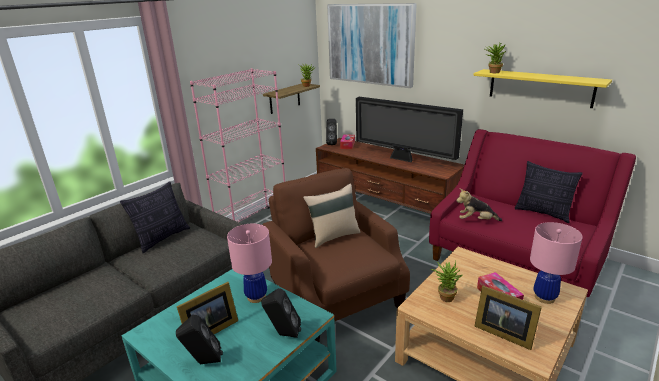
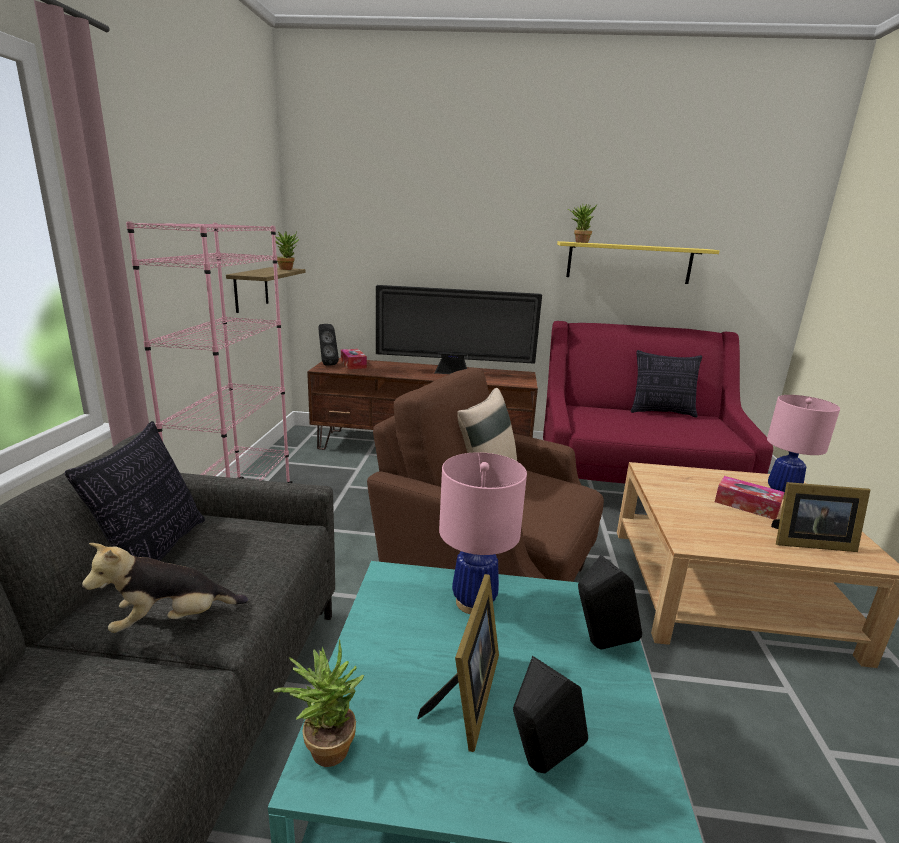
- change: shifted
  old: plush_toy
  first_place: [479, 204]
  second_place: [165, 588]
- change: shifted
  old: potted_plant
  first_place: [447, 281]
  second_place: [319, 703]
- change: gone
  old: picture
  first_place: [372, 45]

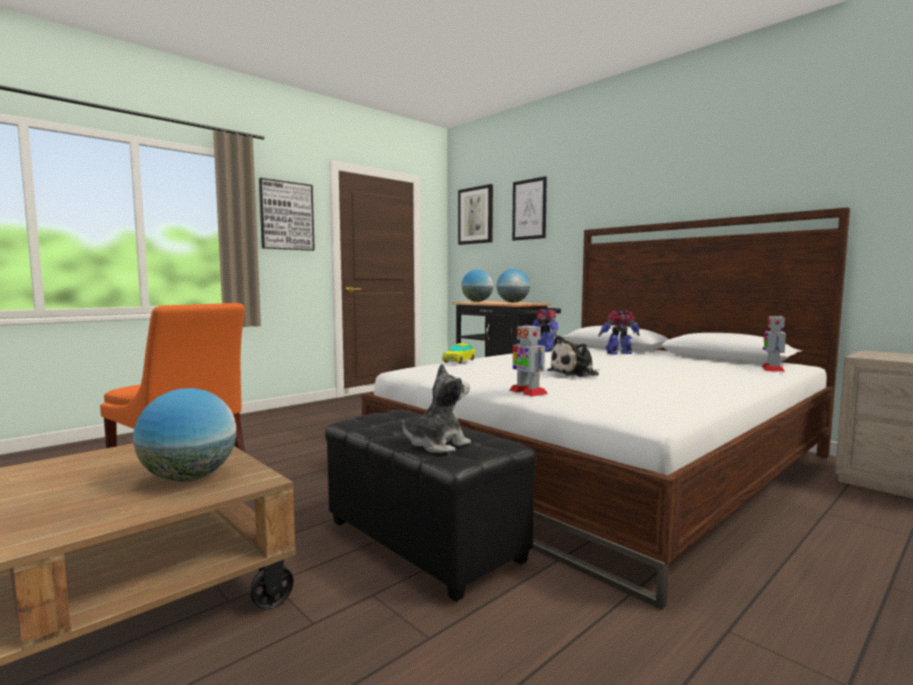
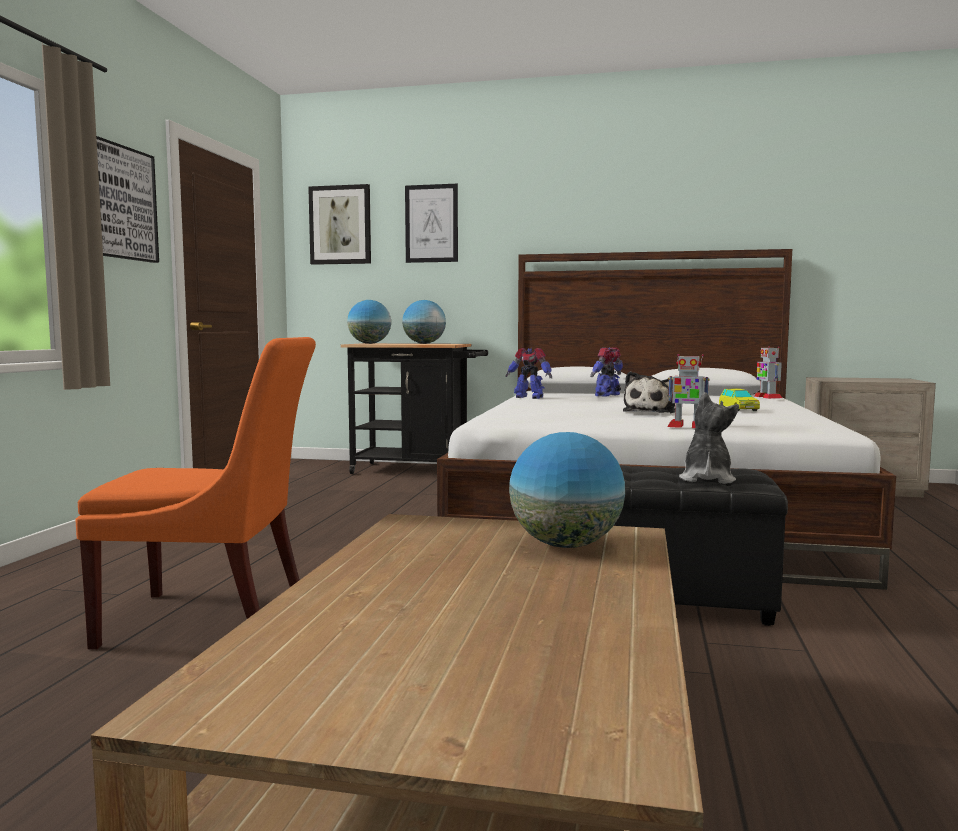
- change: shifted
  old: toy_car
  first_place: [458, 353]
  second_place: [739, 400]

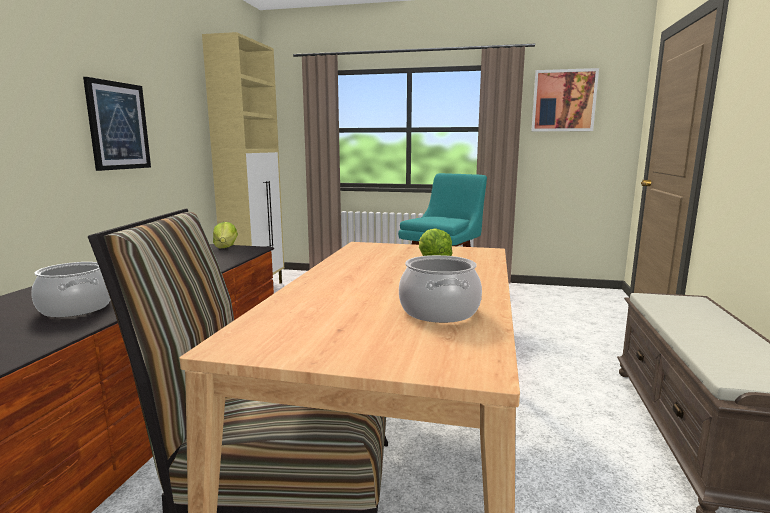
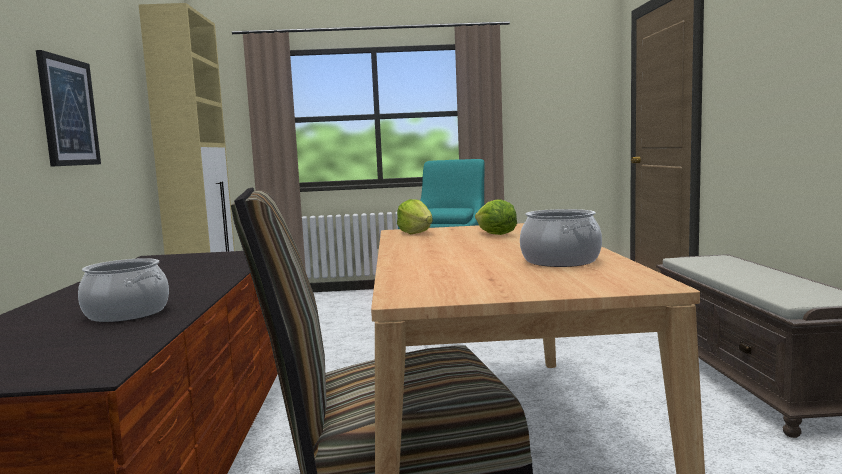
- change: shifted
  old: lettuce
  first_place: [225, 235]
  second_place: [415, 216]
- change: gone
  old: picture
  first_place: [565, 99]

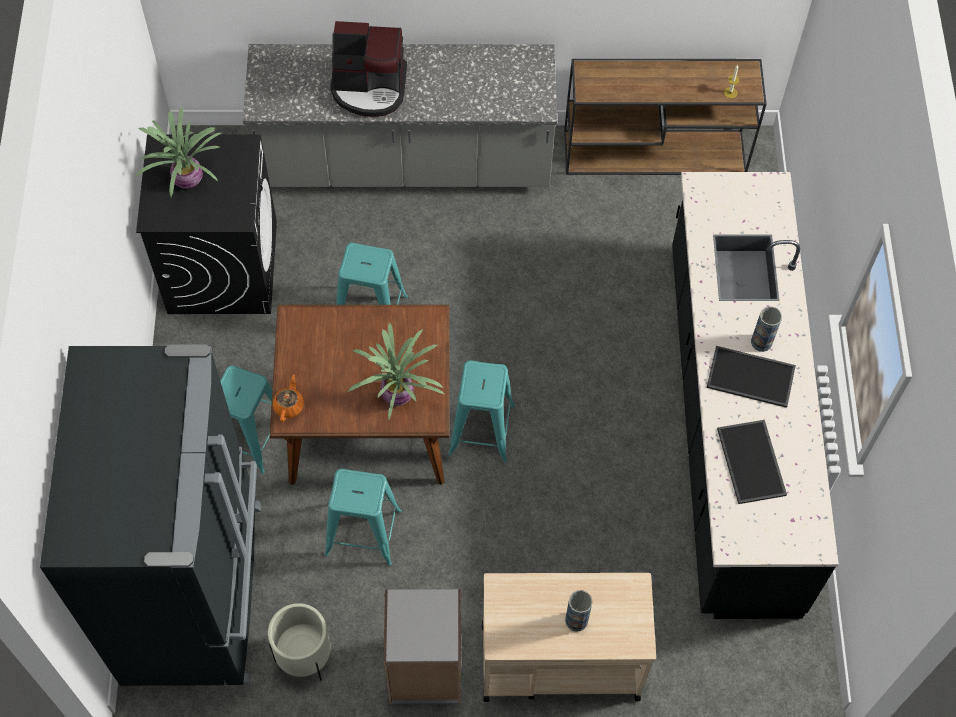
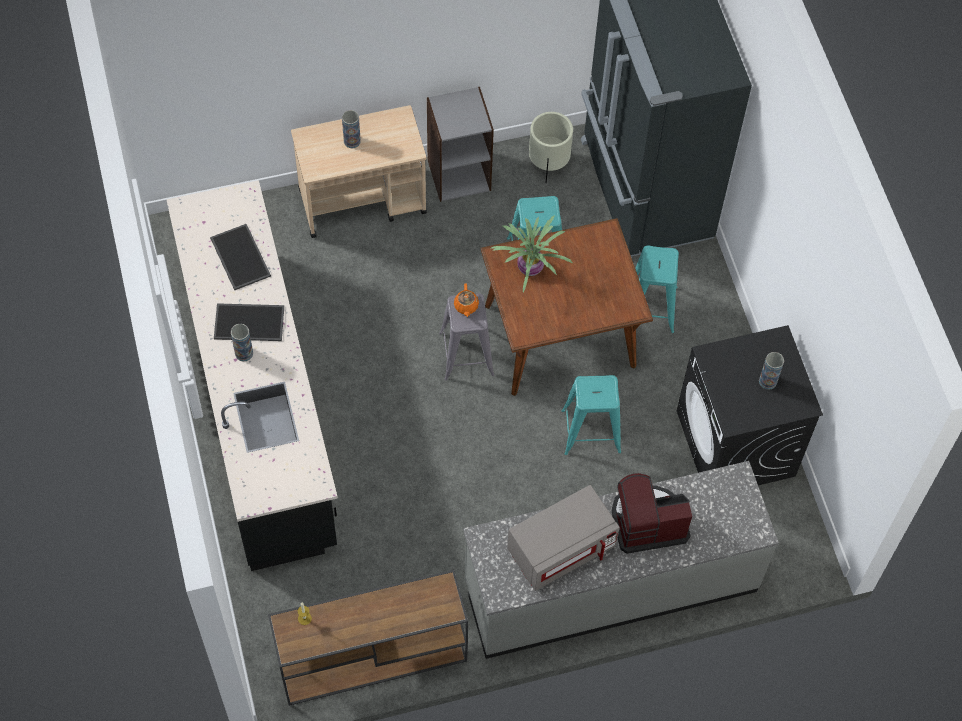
- change: repainted
  old: turquoise_stool
  new: grey_stool
  first_place: [481, 411]
  second_place: [466, 337]
- change: shifted
  old: orange_teapot
  first_place: [288, 398]
  second_place: [466, 300]
- change: new
  new: grey_microwave
  second_place: [563, 538]
- change: swapped
  old: potted_plant
  new: vase
  first_place: [178, 152]
  second_place: [771, 371]

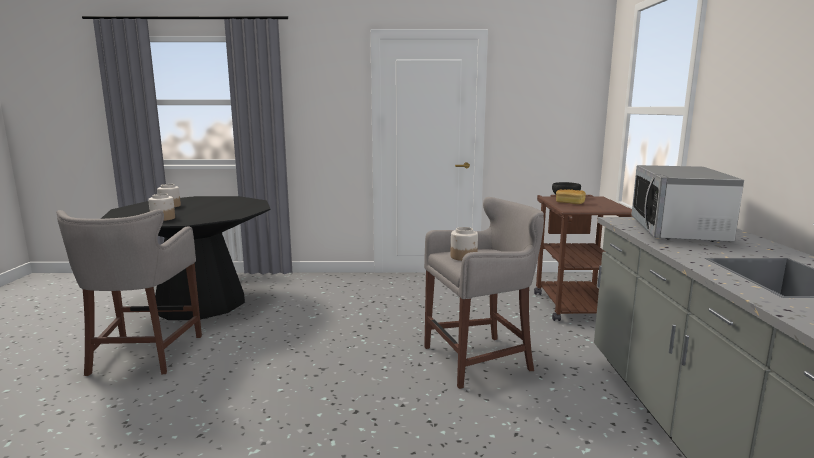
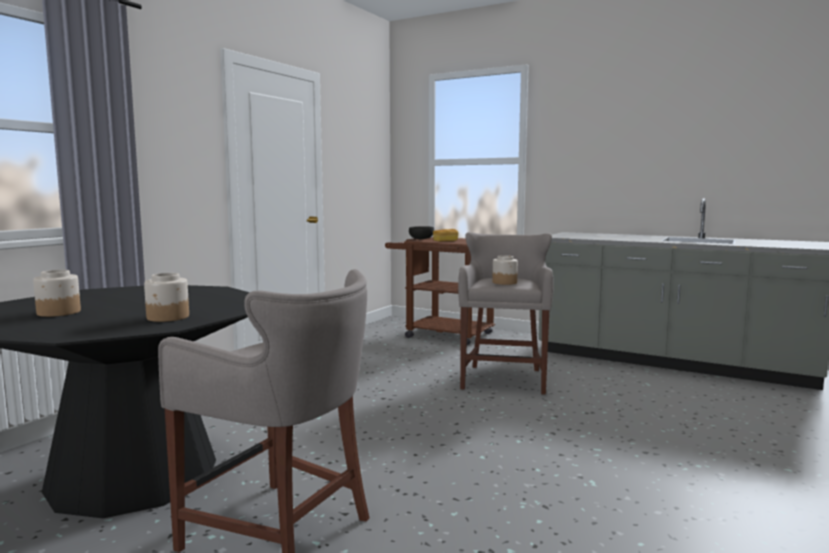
- change: gone
  old: microwave
  first_place: [687, 203]

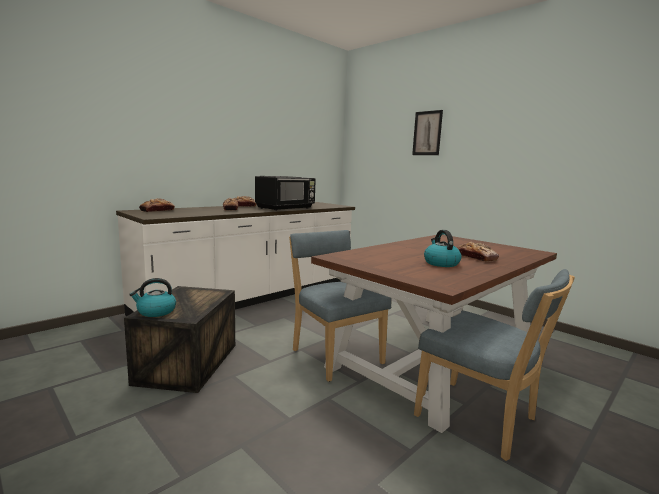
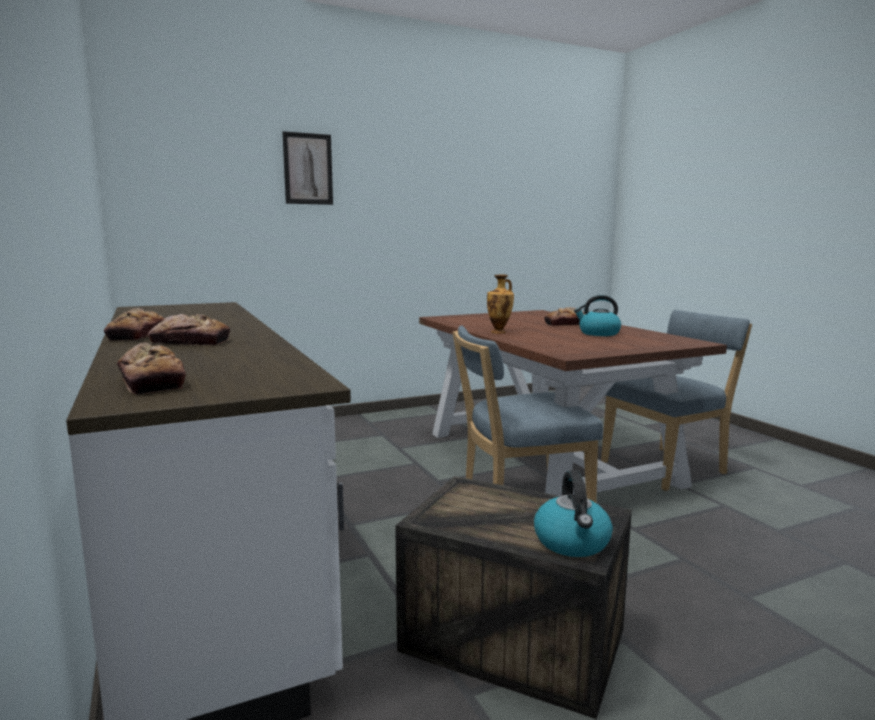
- change: new
  new: vase
  second_place: [500, 304]
- change: gone
  old: black_microwave
  first_place: [285, 193]

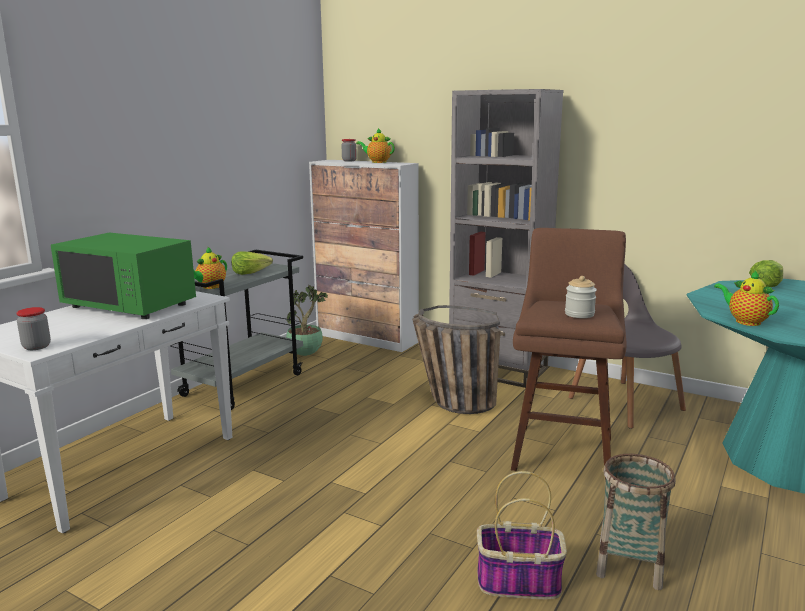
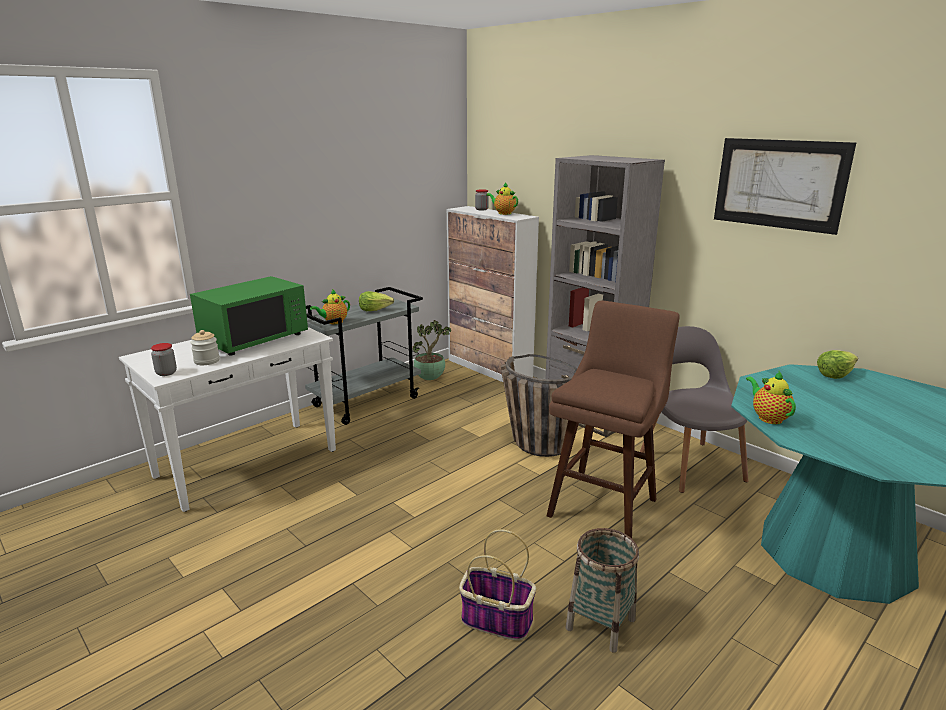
- change: rotated
  old: green_microwave
  first_place: [123, 276]
  second_place: [249, 315]
  degrees: -90
- change: shifted
  old: jar
  first_place: [581, 297]
  second_place: [205, 347]
- change: new
  new: picture
  second_place: [785, 186]

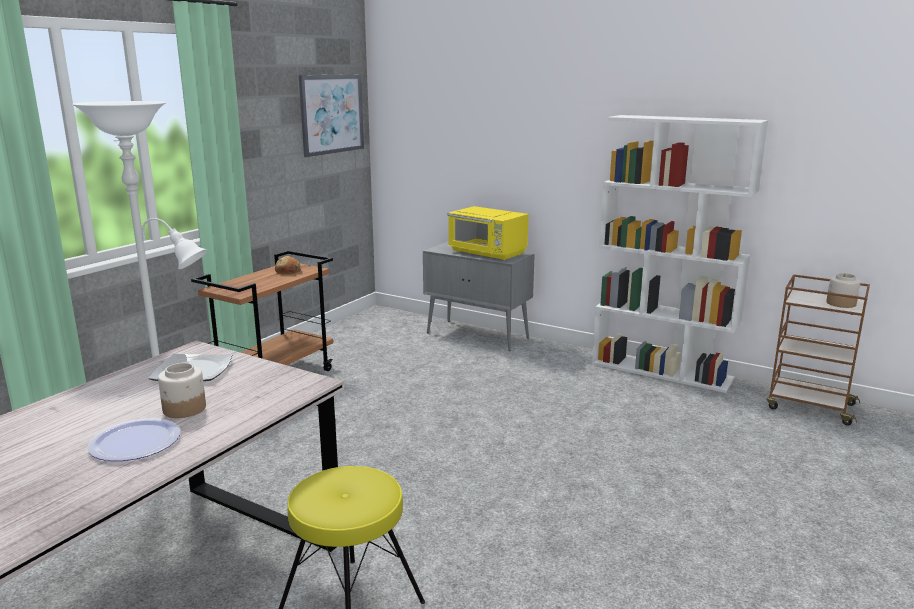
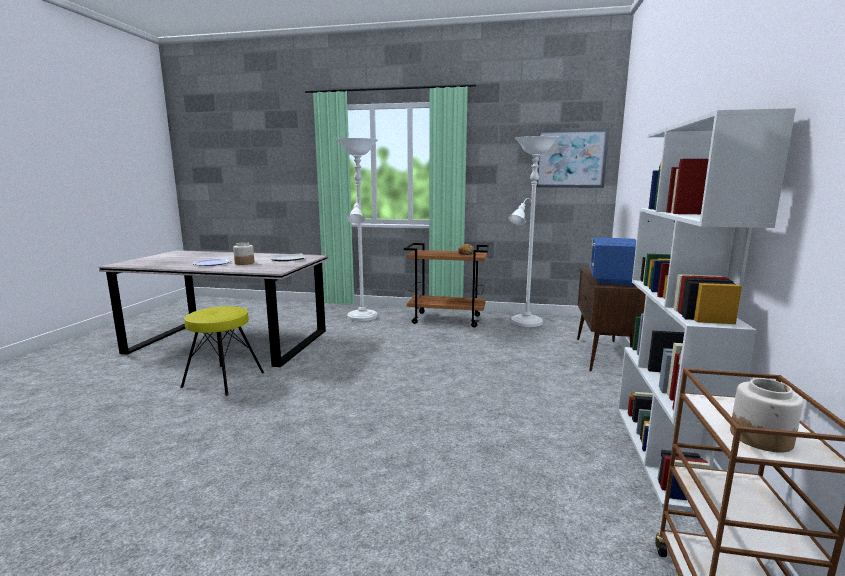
- change: new
  new: white_floor_lamp
  second_place: [534, 231]
- change: repainted
  old: grey_cabinet
  new: brown_cabinet
  first_place: [479, 296]
  second_place: [611, 319]
- change: repainted
  old: yellow_microwave
  new: blue_microwave
  first_place: [488, 233]
  second_place: [613, 262]

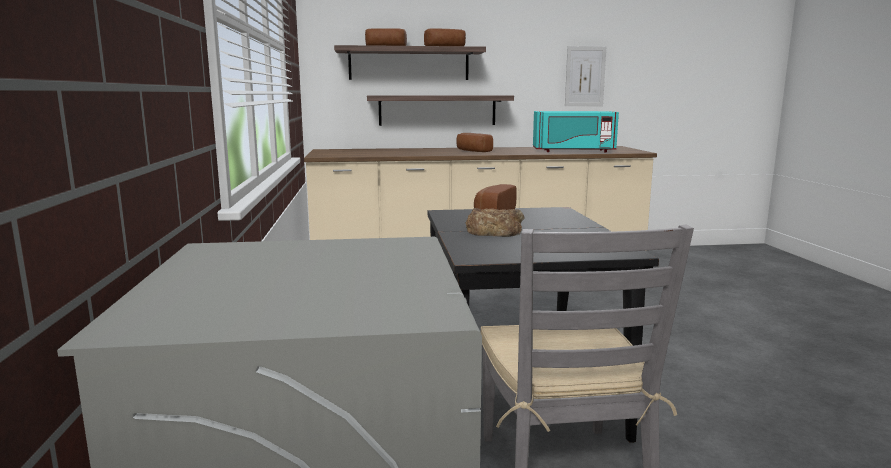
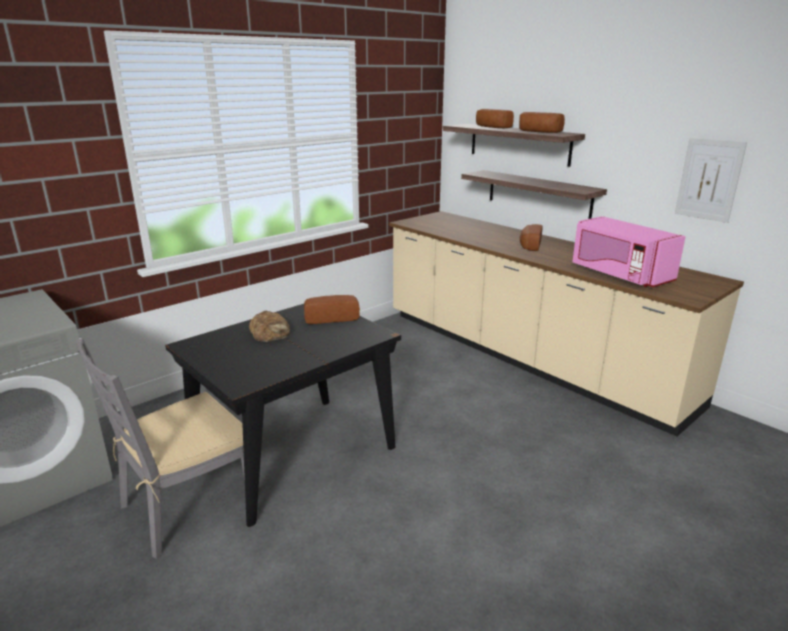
- change: repainted
  old: turquoise_microwave
  new: pink_microwave
  first_place: [576, 131]
  second_place: [629, 251]

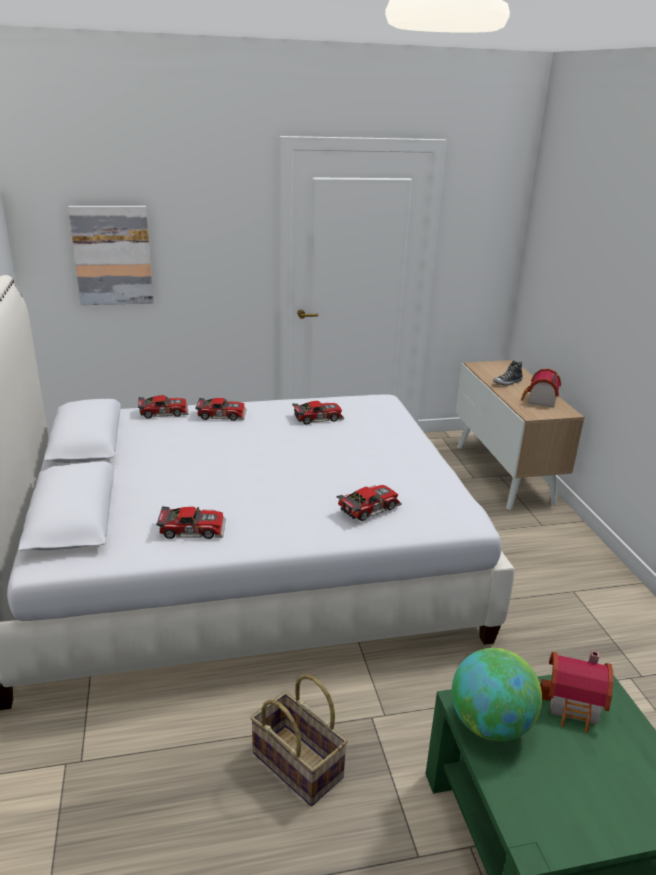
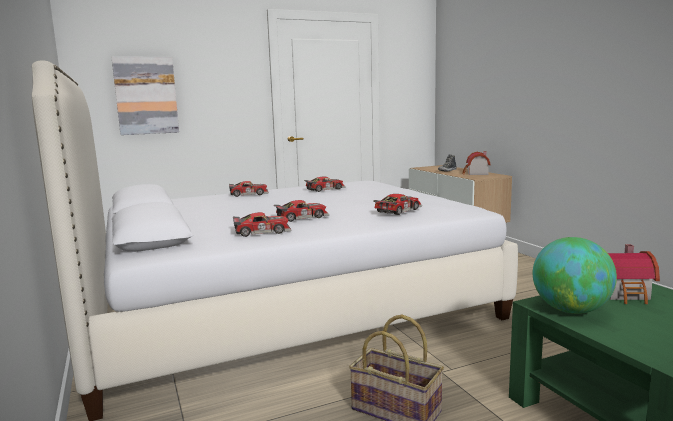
- change: shifted
  old: toy_car
  first_place: [163, 407]
  second_place: [302, 211]

